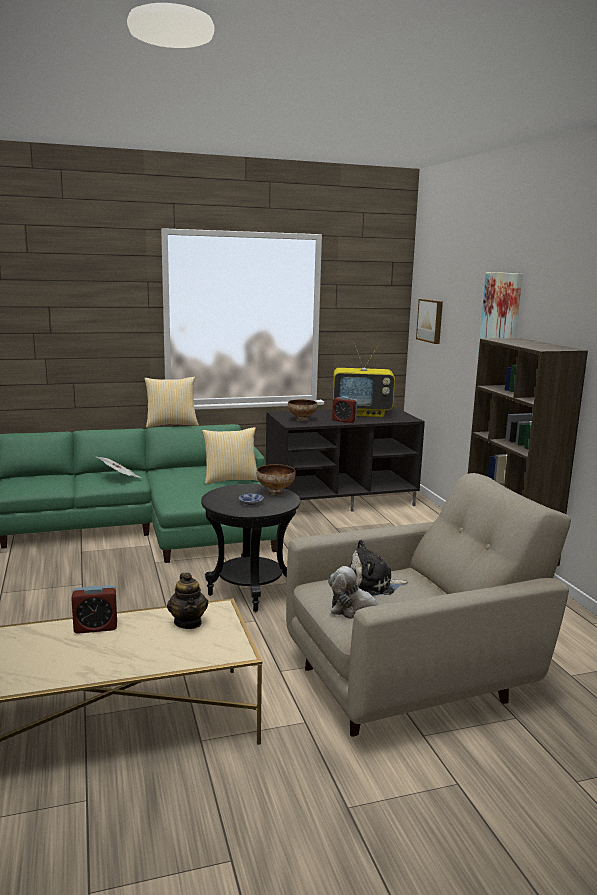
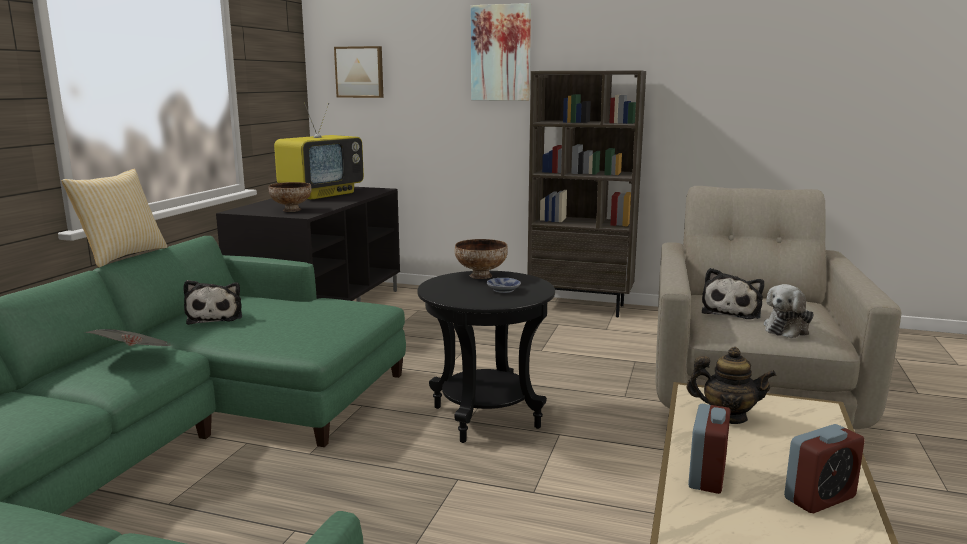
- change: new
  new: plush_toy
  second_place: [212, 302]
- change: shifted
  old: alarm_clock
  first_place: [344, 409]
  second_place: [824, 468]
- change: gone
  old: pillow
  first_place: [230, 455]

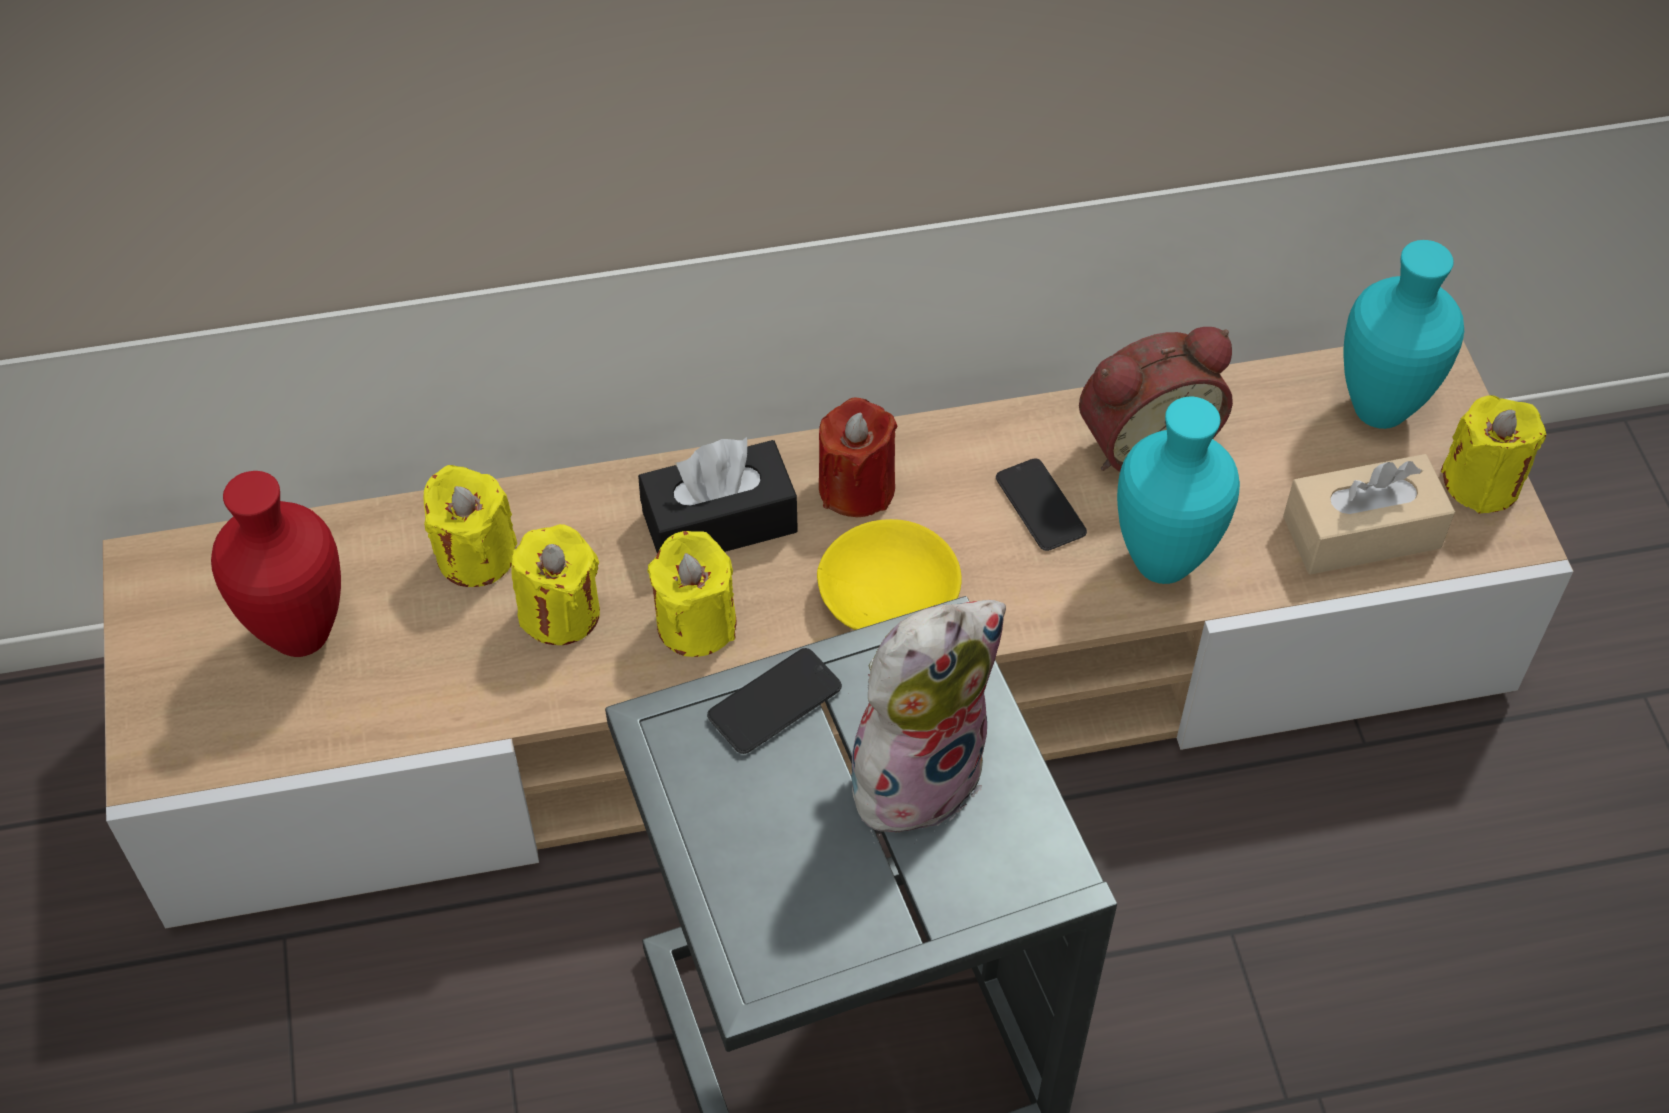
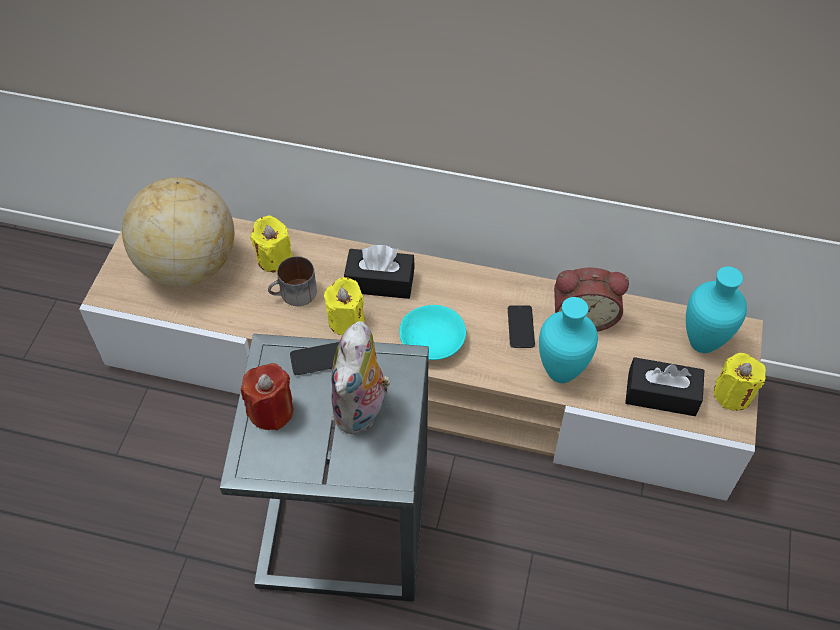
- change: swapped
  old: red_vase
  new: globe
  first_place: [276, 564]
  second_place: [178, 232]
- change: shifted
  old: red_candle
  first_place: [858, 457]
  second_place: [267, 396]
- change: swapped
  old: yellow_candle
  new: mug
  first_place: [555, 584]
  second_place: [292, 281]
- change: rotated
  old: plush_toy
  first_place: [928, 721]
  second_place: [361, 378]
  degrees: 120
- change: repainted
  old: yellow_bowl
  new: turquoise_bowl
  first_place: [889, 574]
  second_place: [432, 332]
- change: repainted
  old: beige_tissue_box
  new: black_tissue_box
  first_place: [1369, 514]
  second_place: [665, 386]

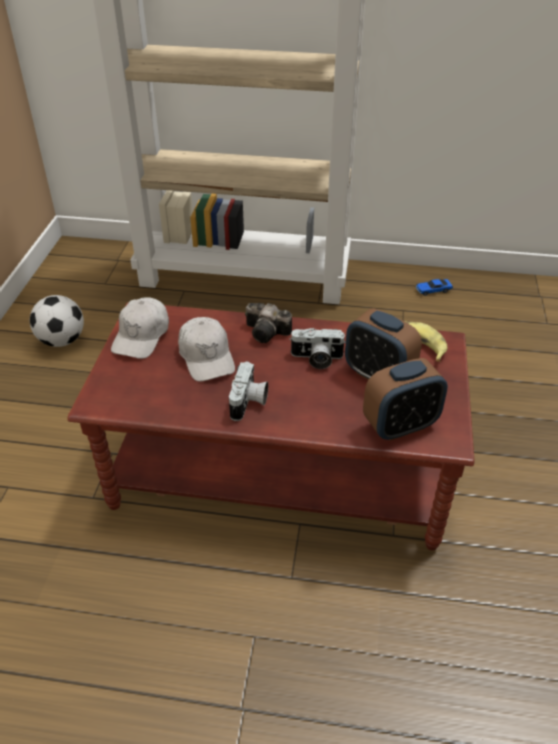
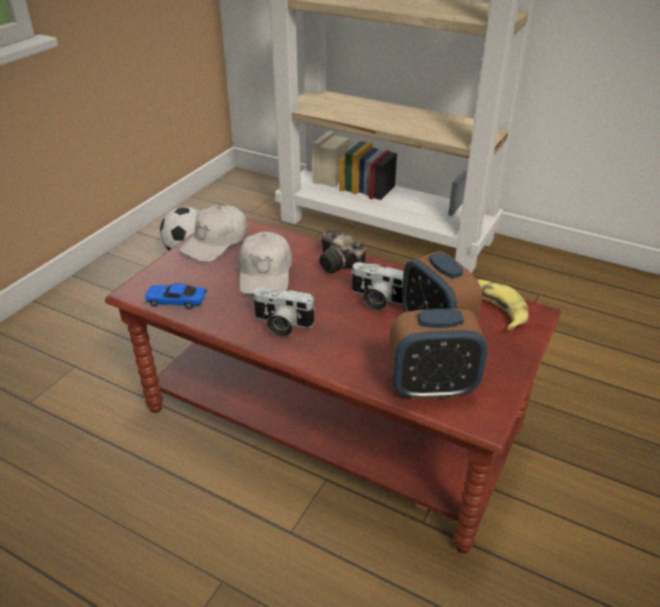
- change: shifted
  old: toy_car
  first_place: [434, 287]
  second_place: [176, 296]
- change: rotated
  old: photo_camera
  first_place: [248, 391]
  second_place: [284, 312]
  degrees: 75

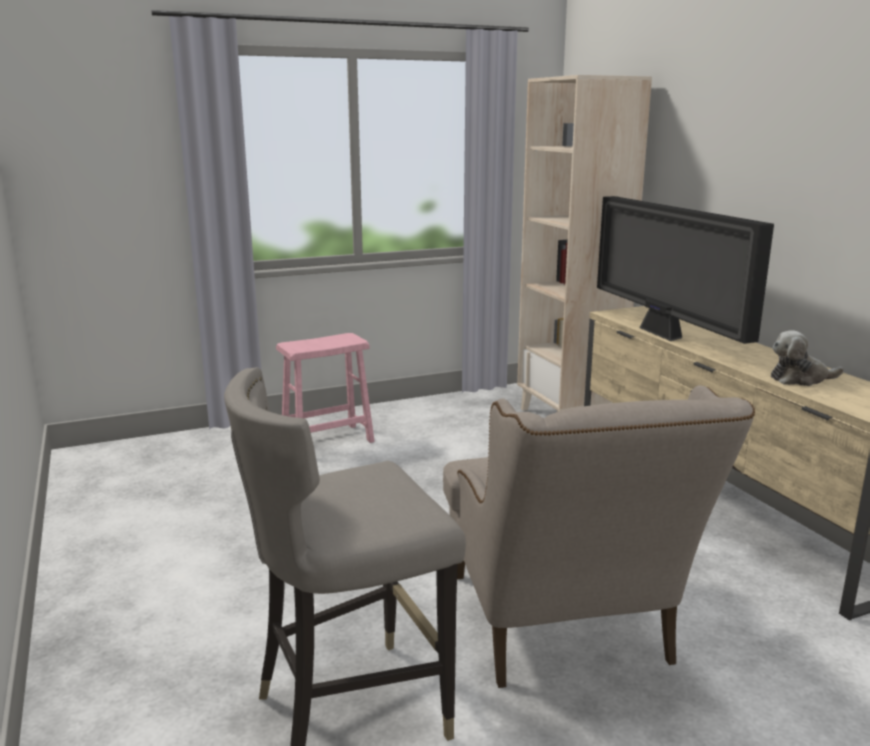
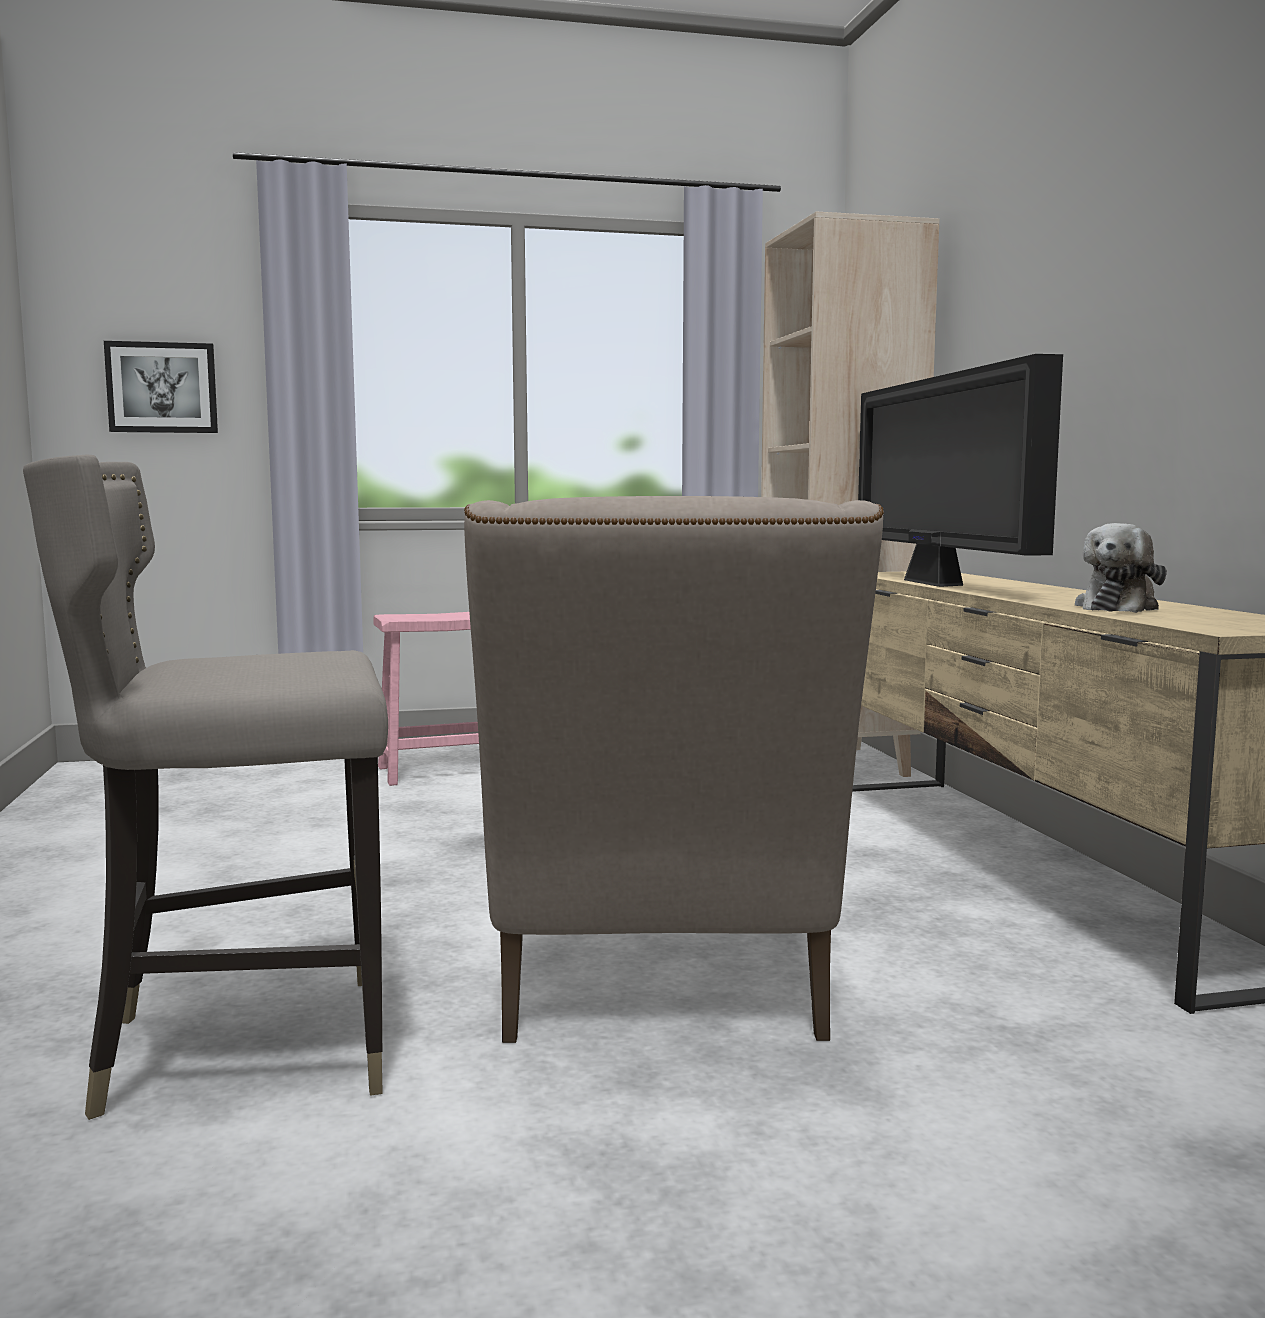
- change: new
  new: picture
  second_place: [161, 387]
- change: rotated
  old: plush_toy
  first_place: [807, 358]
  second_place: [1121, 568]
  degrees: -60

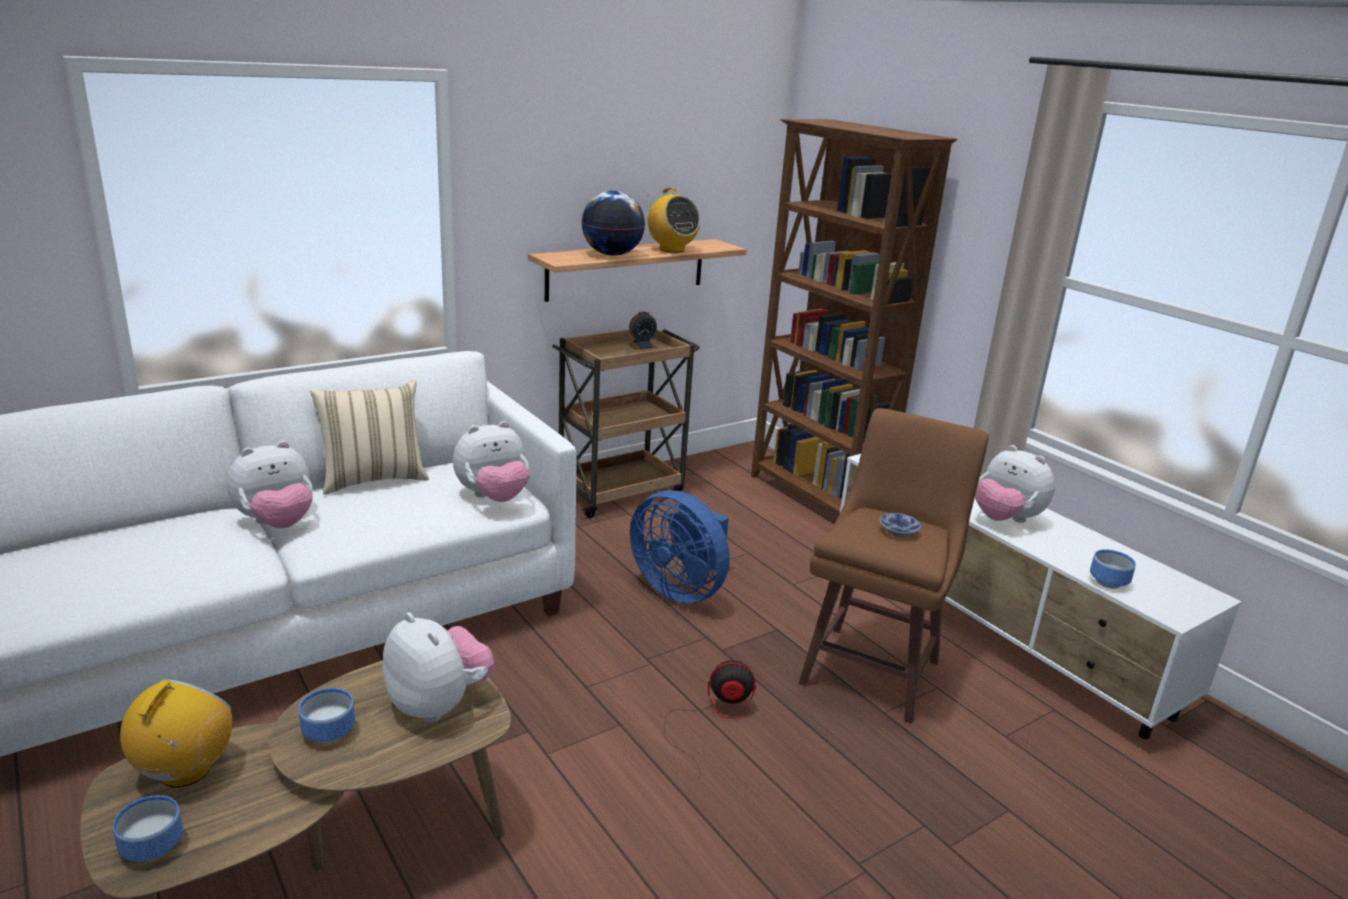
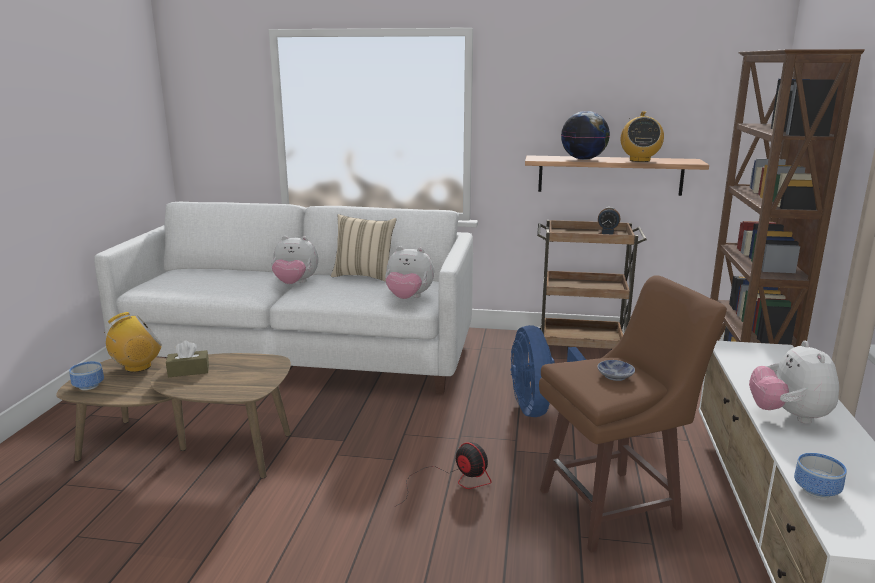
- change: swapped
  old: bowl
  new: brown_tissue_box
  first_place: [327, 715]
  second_place: [187, 359]
- change: gone
  old: plush_toy
  first_place: [438, 667]

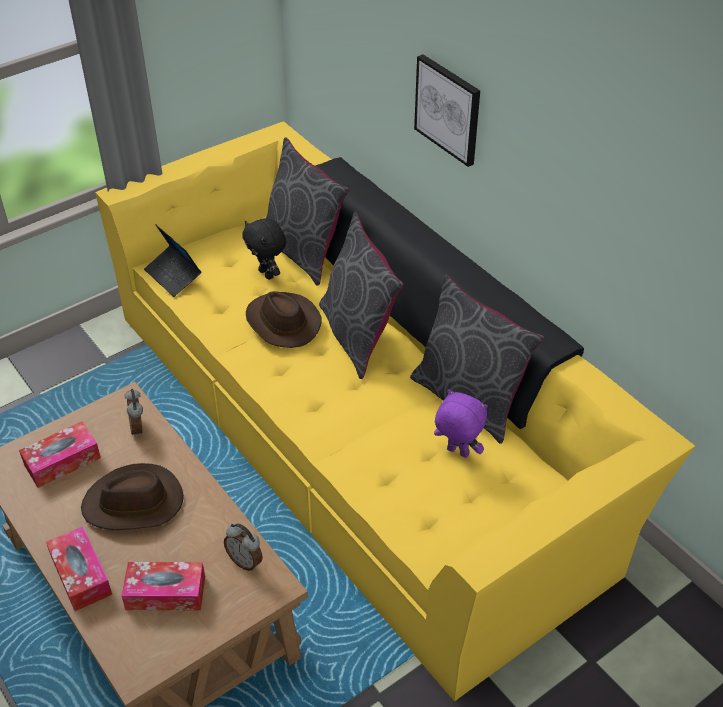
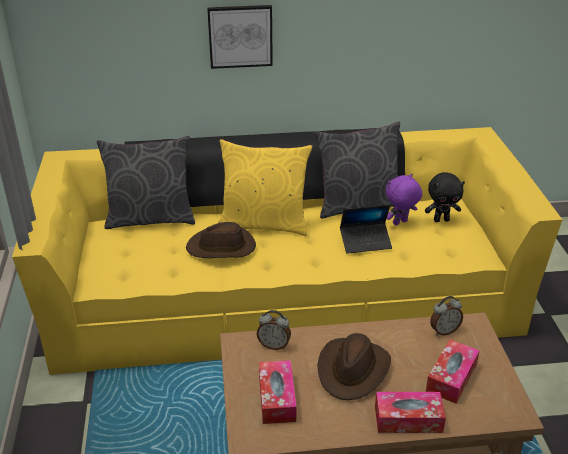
- change: repainted
  old: grey_pillow
  new: yellow_pillow
  first_place: [361, 296]
  second_place: [265, 187]
- change: shifted
  old: laptop
  first_place: [172, 260]
  second_place: [366, 229]
- change: shifted
  old: black_plush_toy
  first_place: [264, 249]
  second_place: [445, 197]

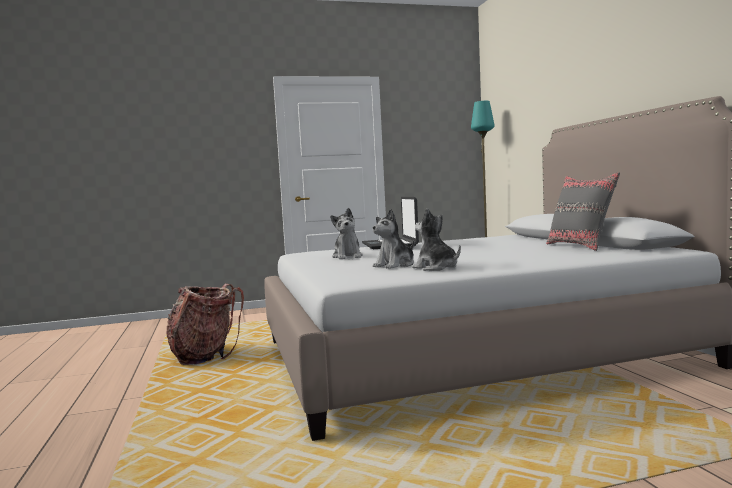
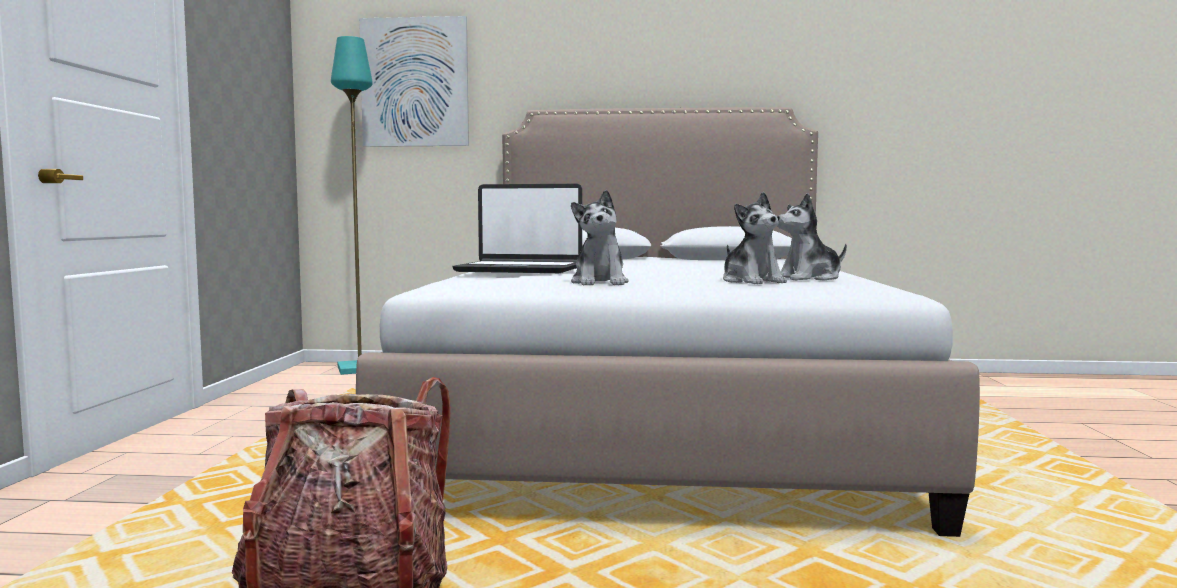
- change: new
  new: picture
  second_place: [414, 81]
- change: rotated
  old: plush_toy
  first_place: [346, 233]
  second_place: [600, 237]
  degrees: 75
- change: gone
  old: grey_pillow
  first_place: [583, 211]

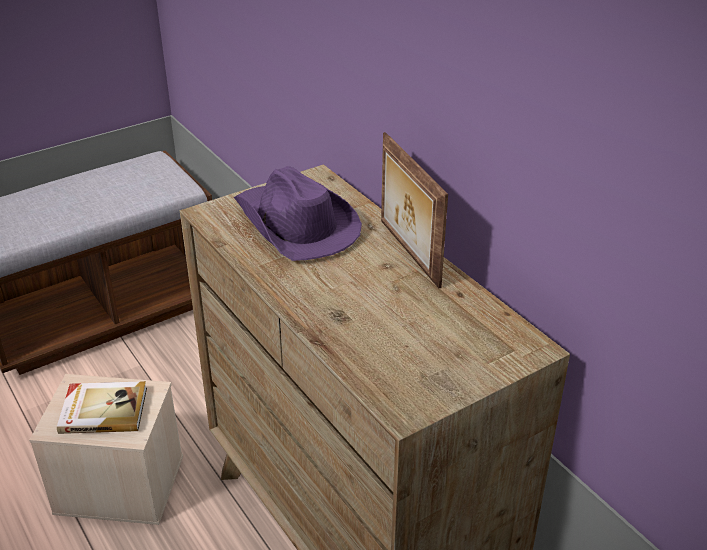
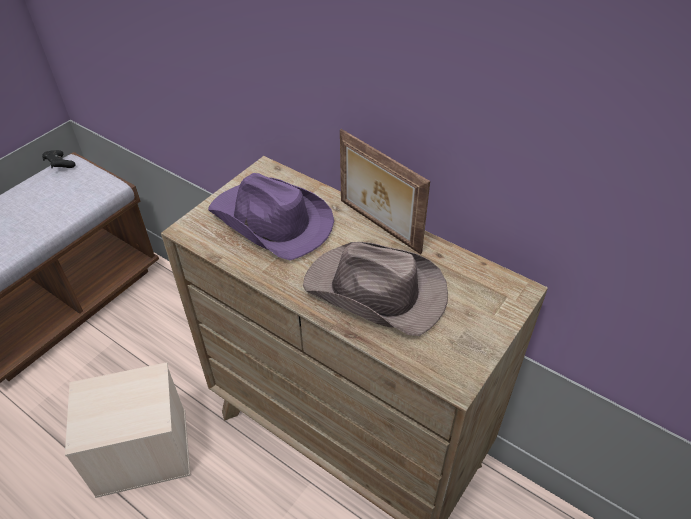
- change: new
  new: black_game_controller
  second_place: [59, 159]
- change: new
  new: brown_hat
  second_place: [375, 289]
- change: gone
  old: book
  first_place: [102, 407]

